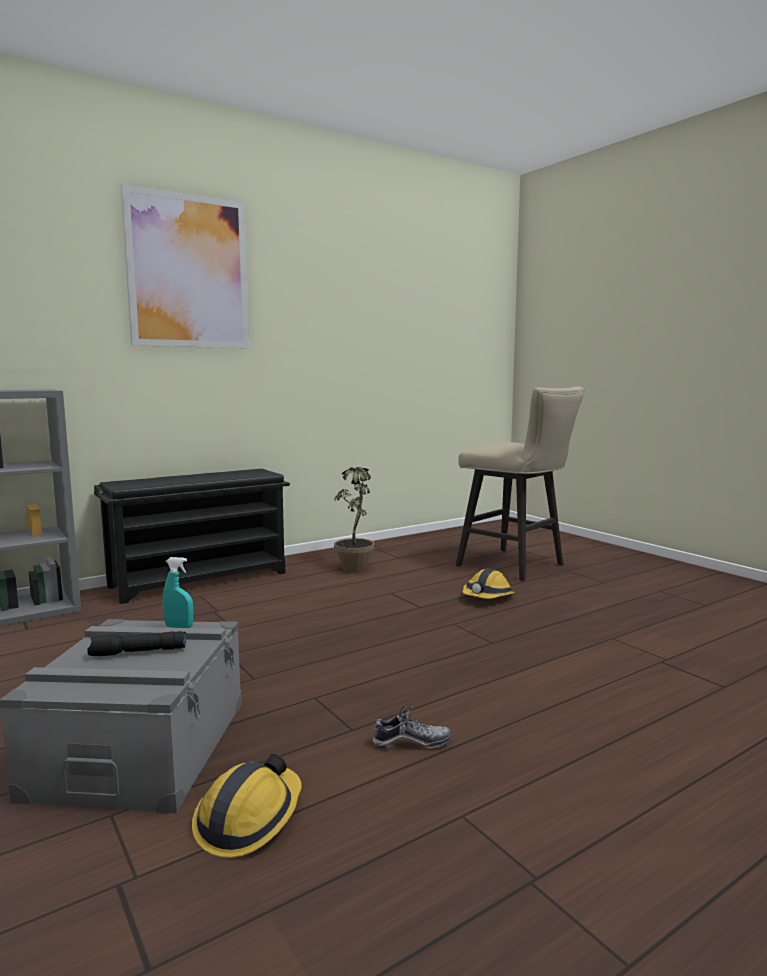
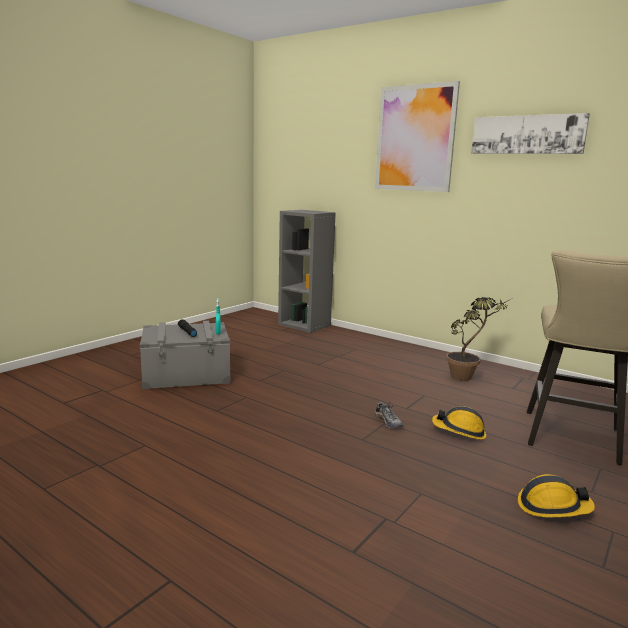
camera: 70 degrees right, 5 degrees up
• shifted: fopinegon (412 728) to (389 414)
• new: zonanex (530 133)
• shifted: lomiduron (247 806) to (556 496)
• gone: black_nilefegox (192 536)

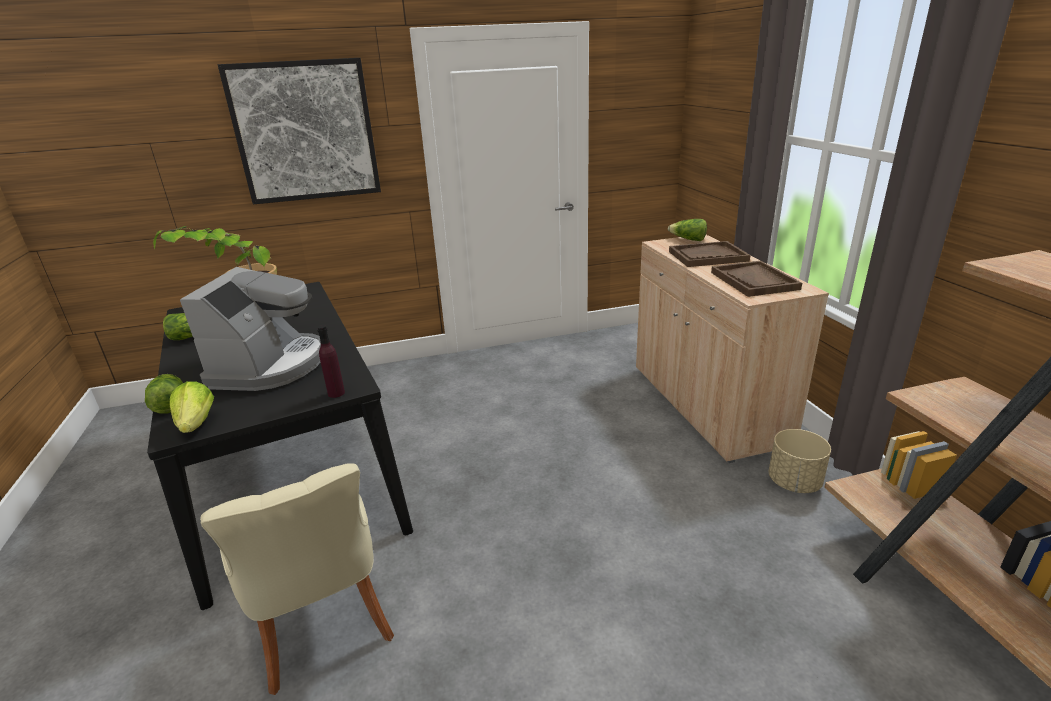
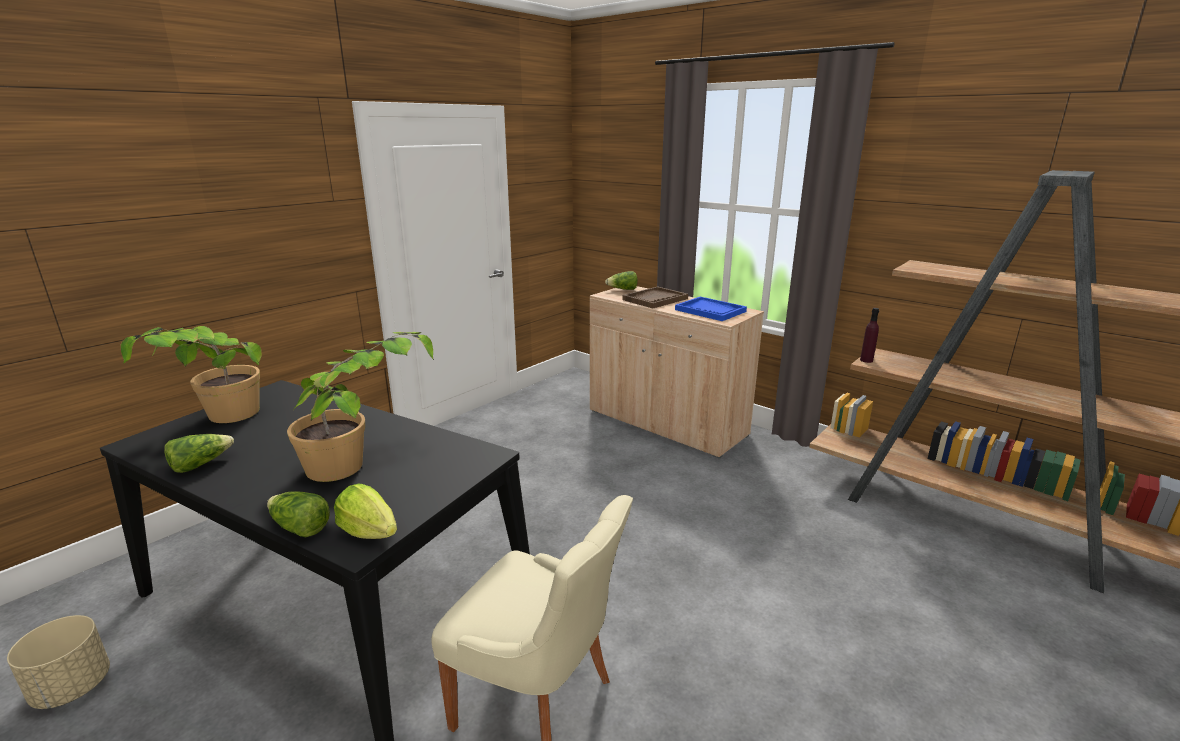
camera: 35 degrees left, 5 degrees down
• shifted: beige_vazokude (800 461) to (58 662)
• swapped: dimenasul (250 329) to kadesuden (360 407)
• repainted: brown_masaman (756 279) to blue_masaman (711 309)
• shifted: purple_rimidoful (331 361) to (869 335)
• gone: zonanex (299 131)

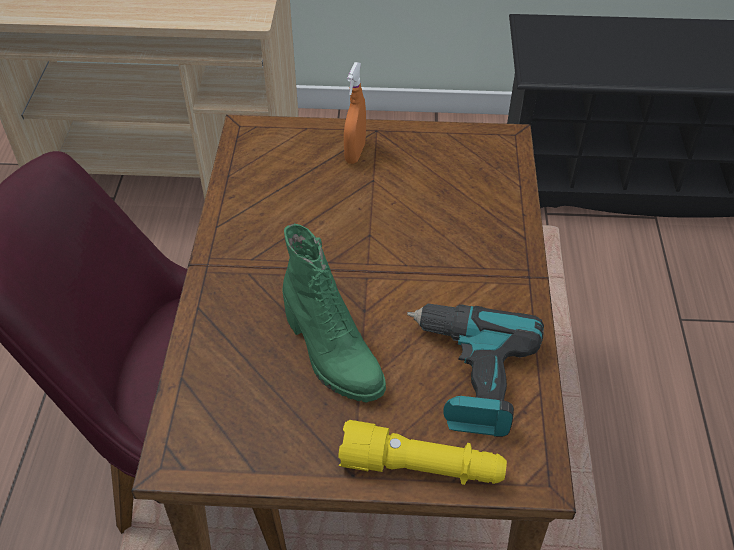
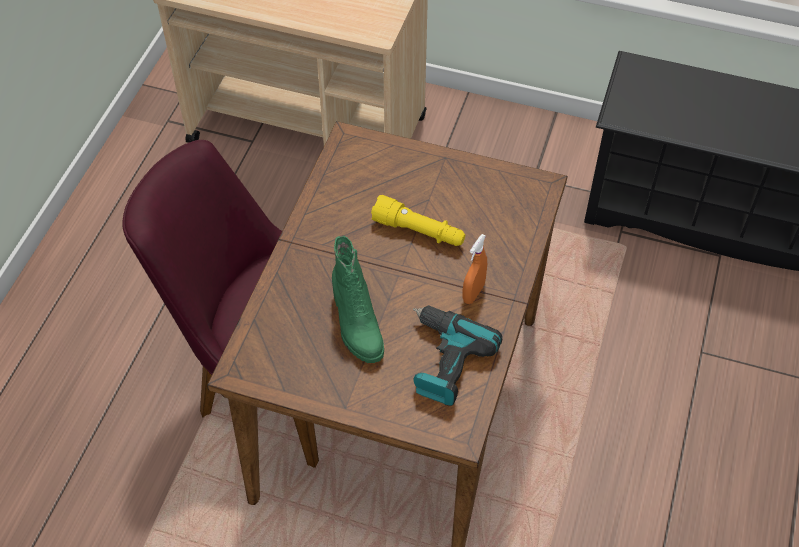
camera: 15 degrees right, 5 degrees up
• shifted: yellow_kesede (422 452) to (418 220)
• shifted: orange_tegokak (355 113) to (474 269)

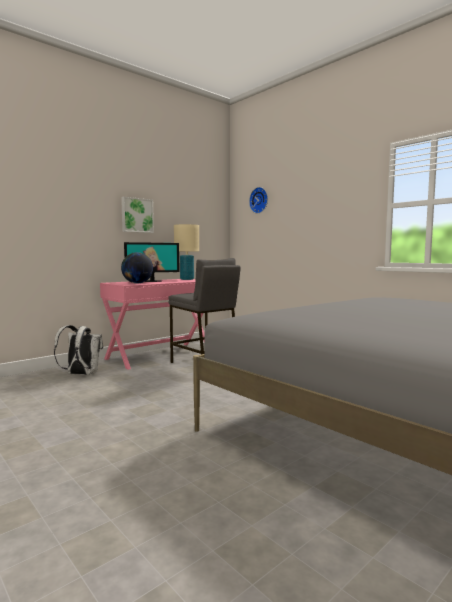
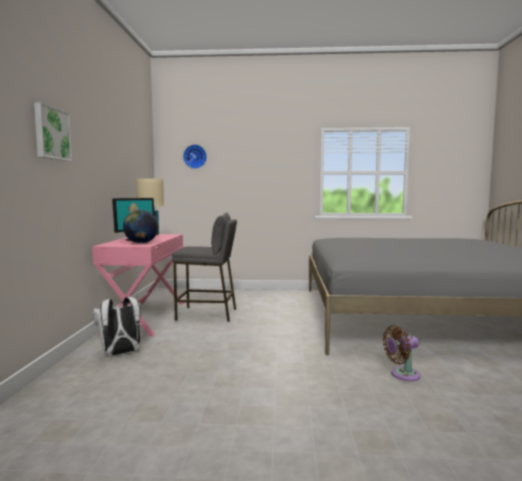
camera: 45 degrees left, 0 degrees up
• shifted: zonanex (137 215) to (53 131)
• new: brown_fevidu (402 353)

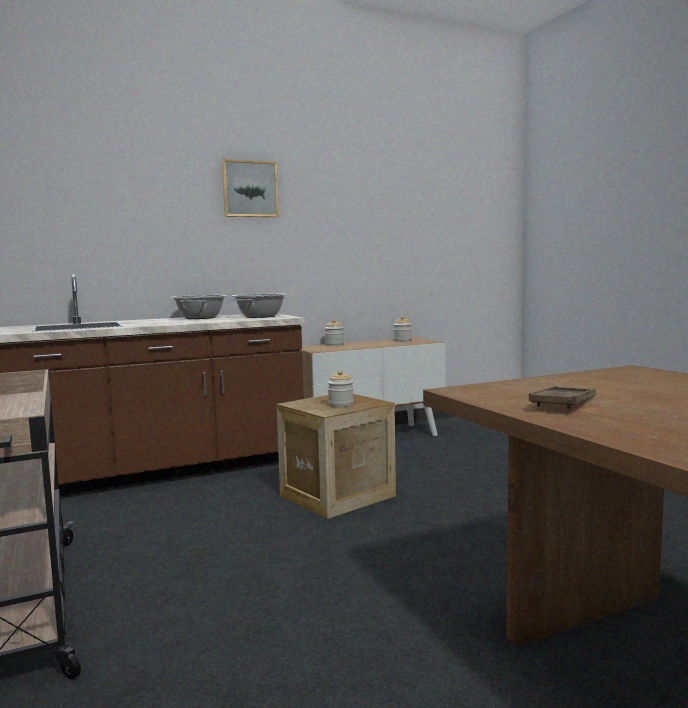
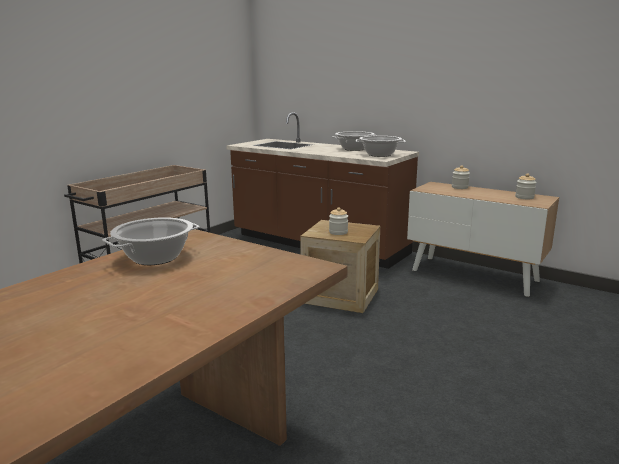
camera: 60 degrees right, 10 degrees up
• swapped: brown_masaman (562 397) to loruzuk (151 241)
• gone: zonanex (250 188)

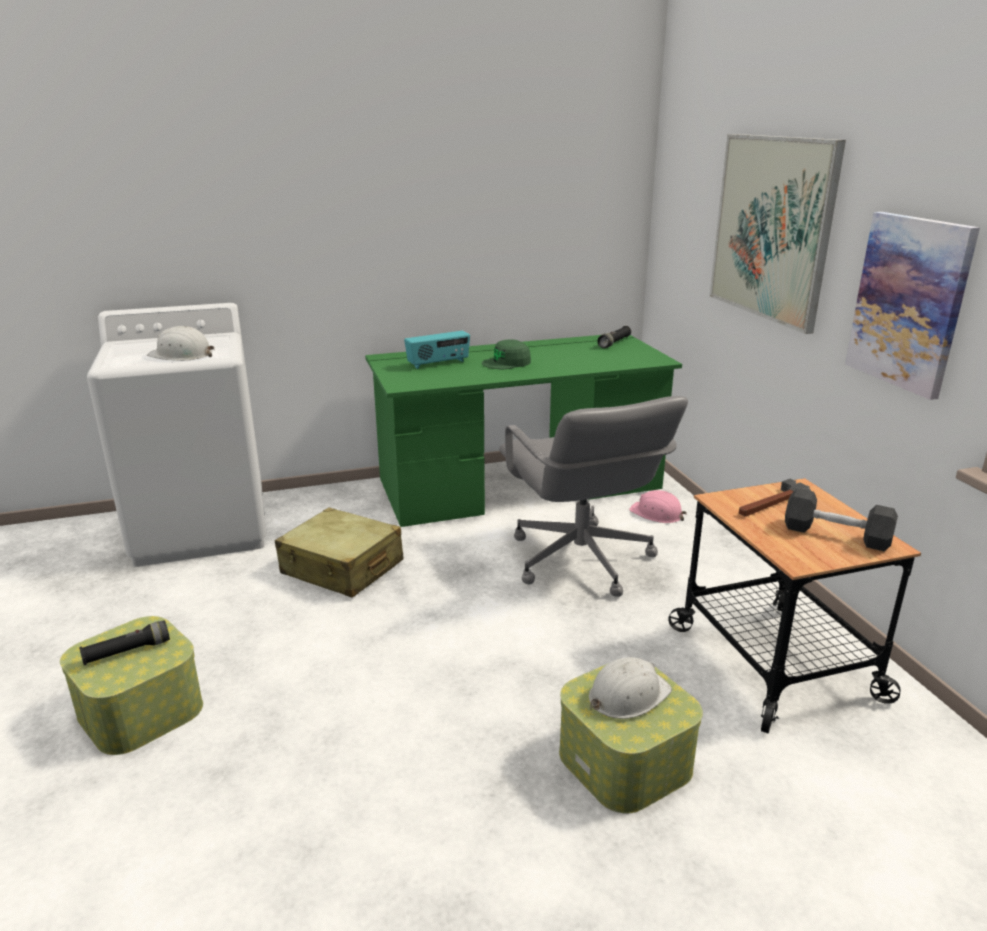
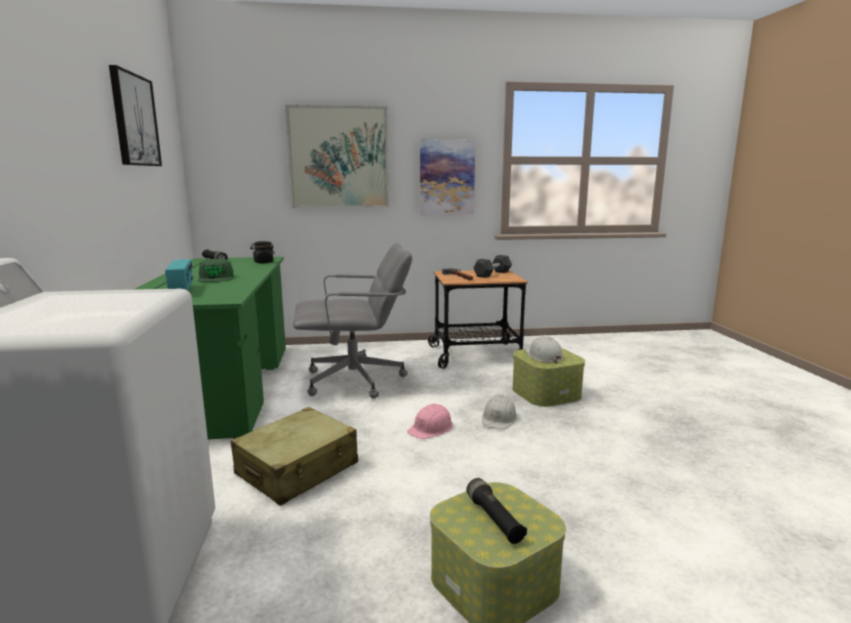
camera: 80 degrees left, 10 degrees down
• new: zonanex (135 115)
• new: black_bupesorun (262 252)
• shifted: pink_lomiduron (658 506) to (430 421)
• shifted: white_lomiduron (180 343) to (499 412)

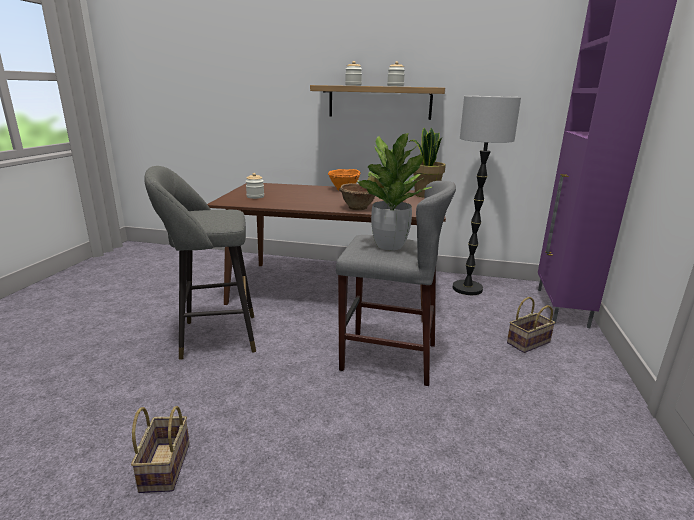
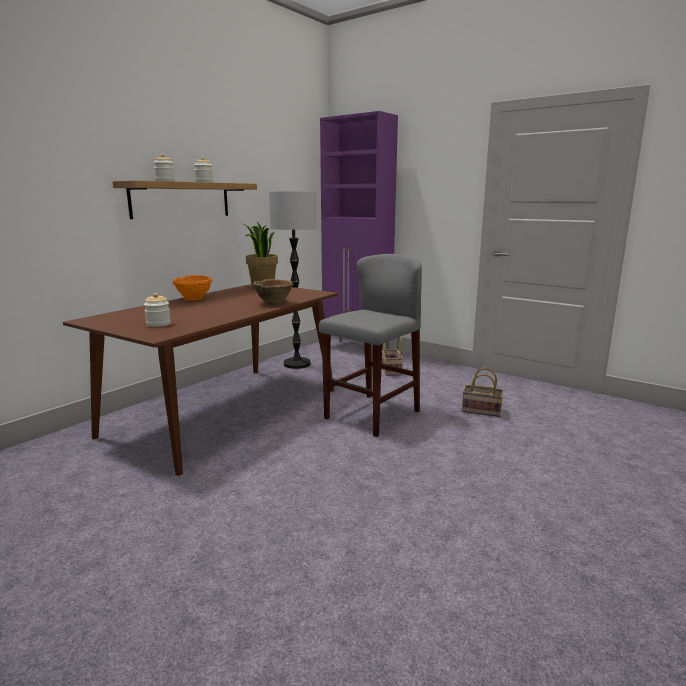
camera: 65 degrees left, 5 degrees down
• shifted: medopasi (160 449) to (483 392)
• gone: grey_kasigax (200 263)
• gone: kadesuden (394 191)

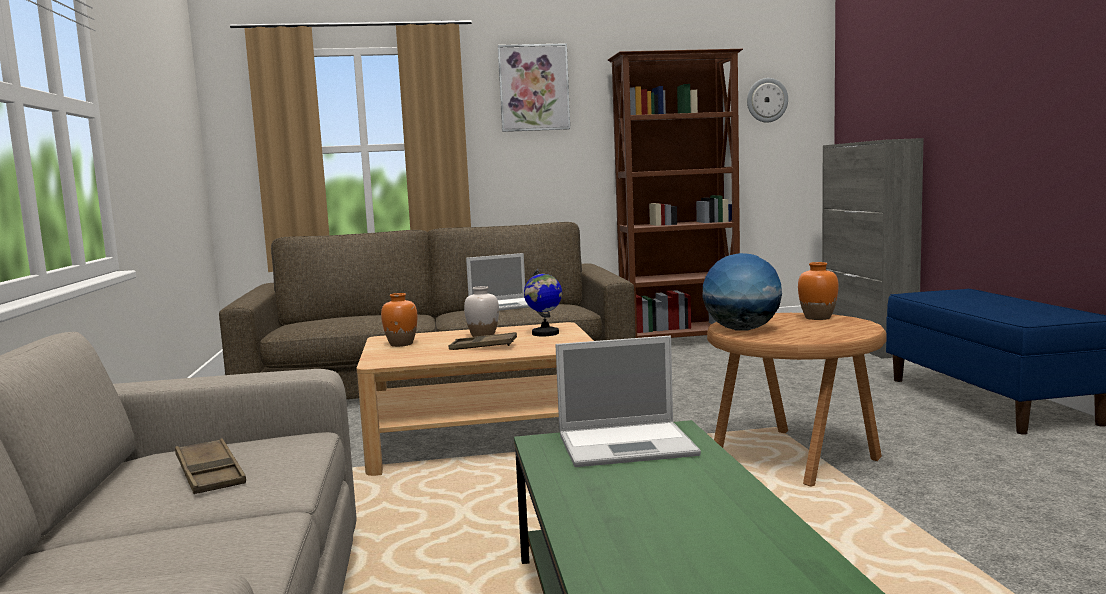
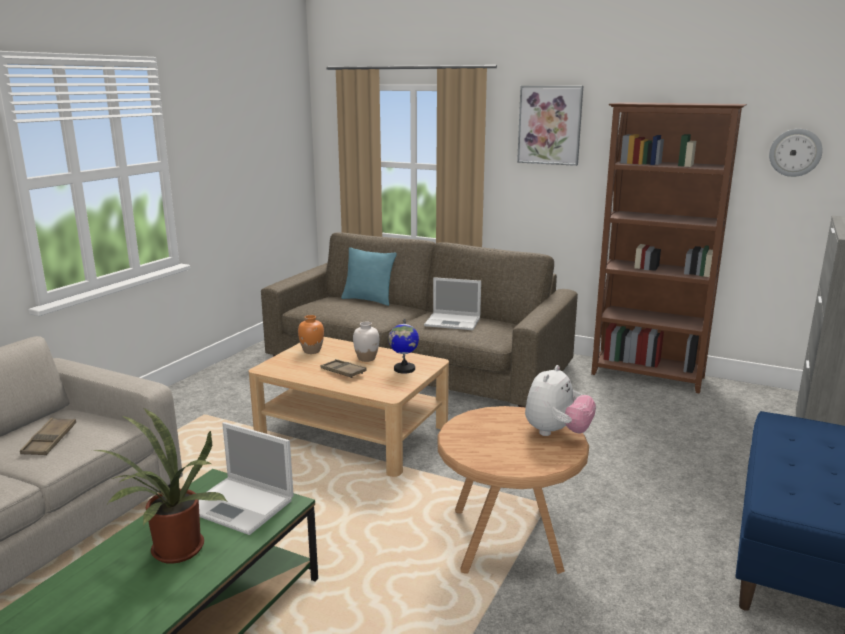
camera: 35 degrees right, 10 degrees up
• new: kadesuden (161 486)
• new: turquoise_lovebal (369 276)
• swapped: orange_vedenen (818 291) to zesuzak (560 400)
• gone: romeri (742 292)

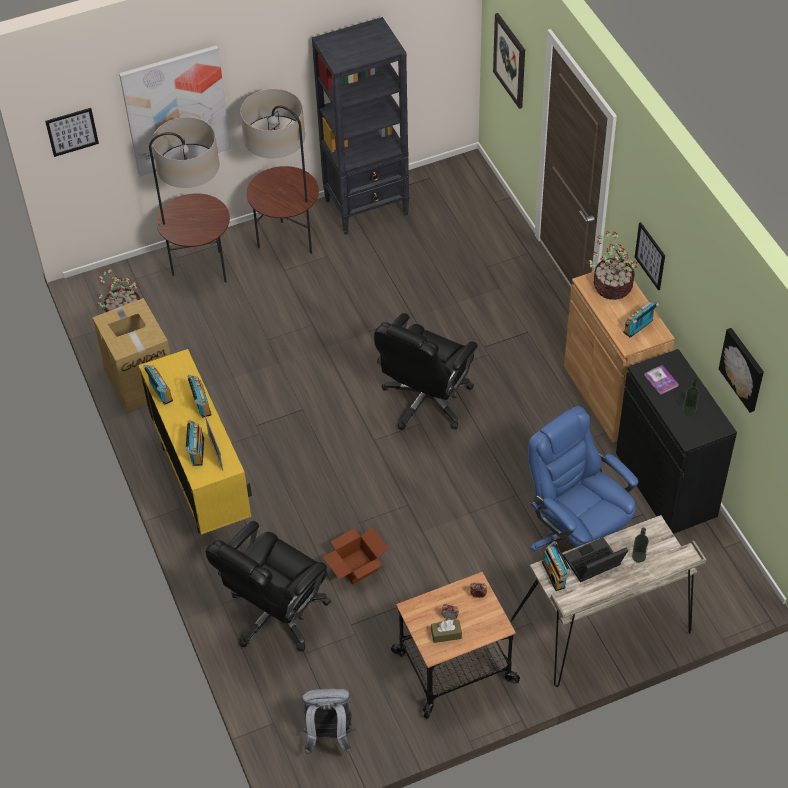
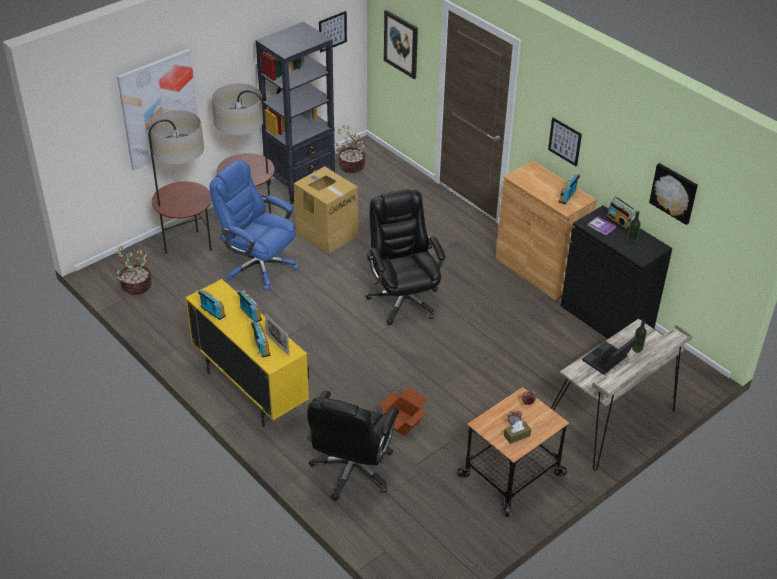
camera: 20 degrees left, 10 degrees down
• shifted: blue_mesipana (583 479) to (254 225)
• shifted: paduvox (131 355) to (326 209)
• shifted: zonanex (72 132) to (333 32)
• shifted: kadesuden (611 265) to (350 149)
• rotated: black_mesipana (426 371) = (406 257) 150 degrees clockwise
• shifted: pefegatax (556 566) to (621 213)
• gone: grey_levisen (328 722)

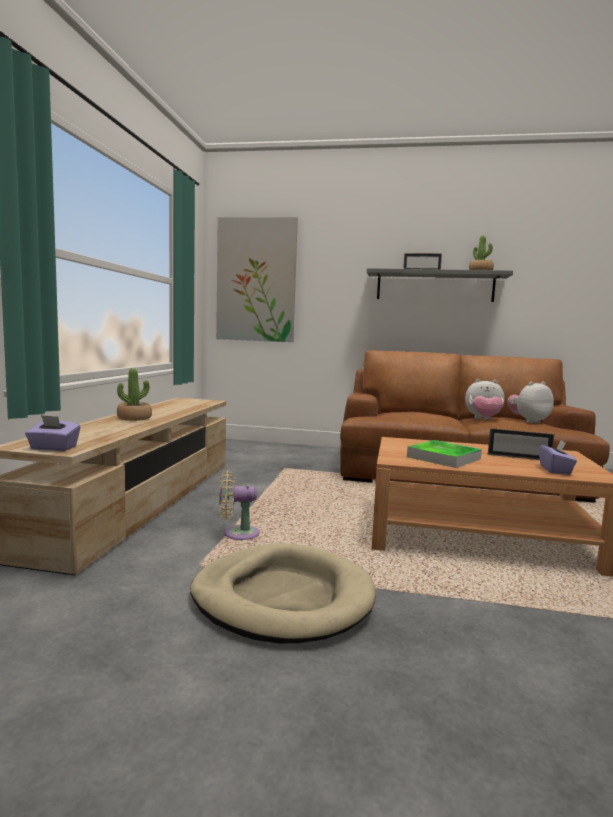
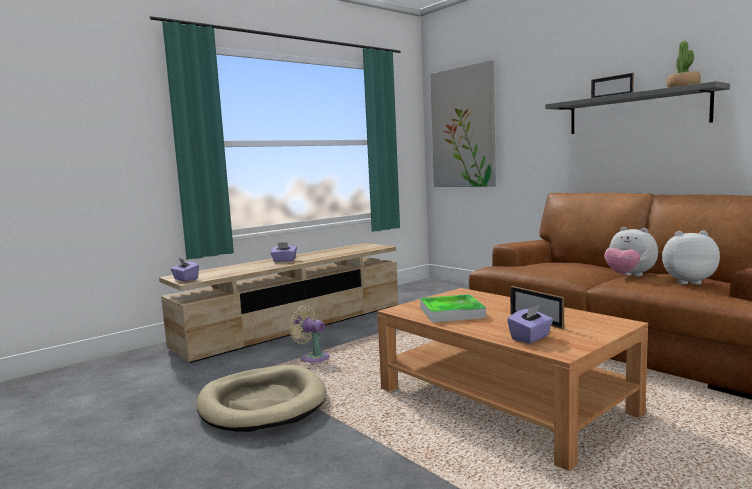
camera: 40 degrees right, 0 degrees up
• swapped: kadesuden (134 394) to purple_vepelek (283 252)

